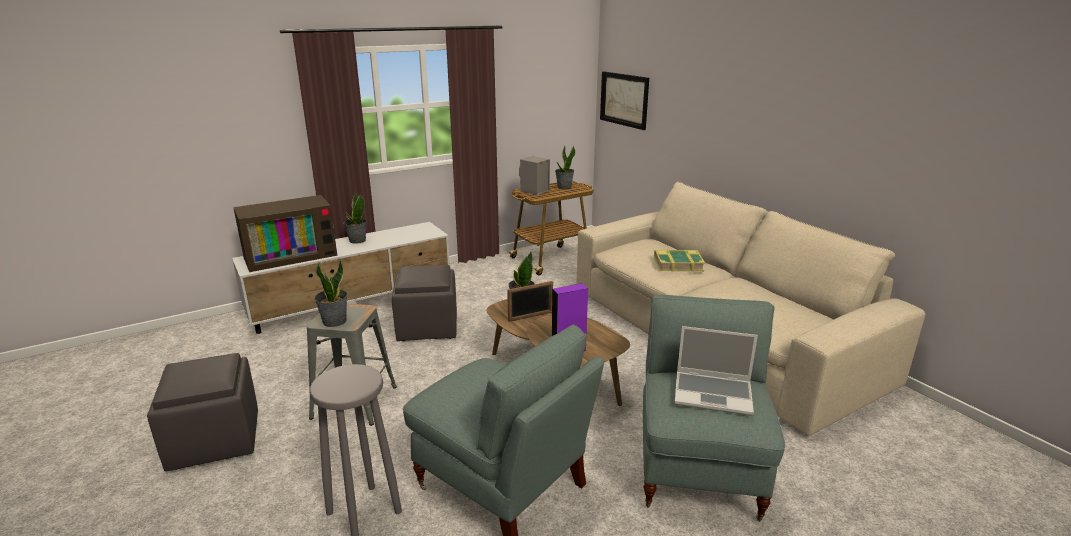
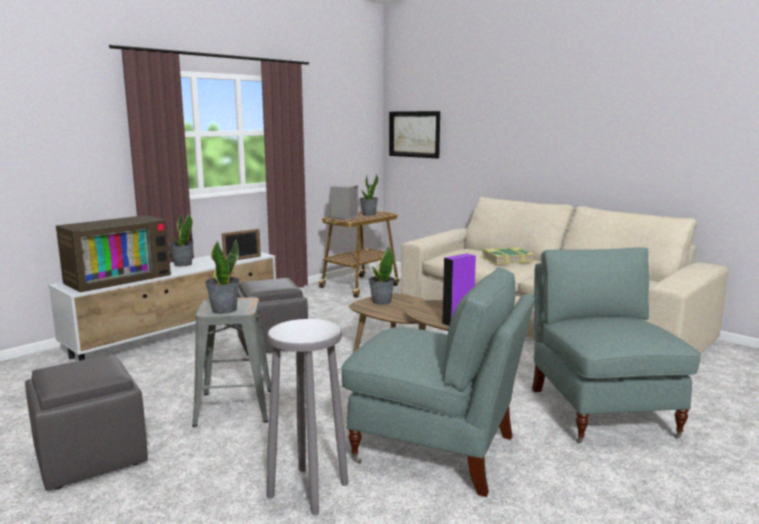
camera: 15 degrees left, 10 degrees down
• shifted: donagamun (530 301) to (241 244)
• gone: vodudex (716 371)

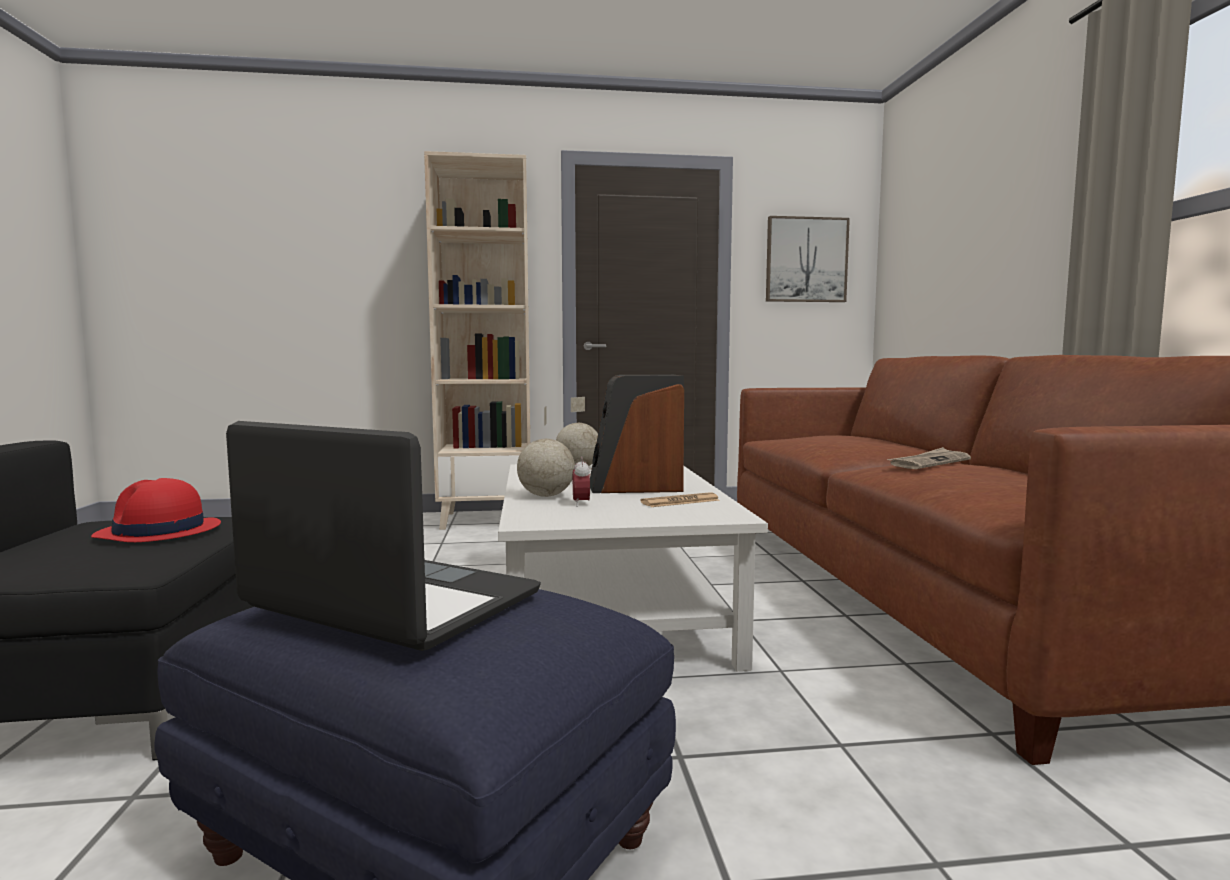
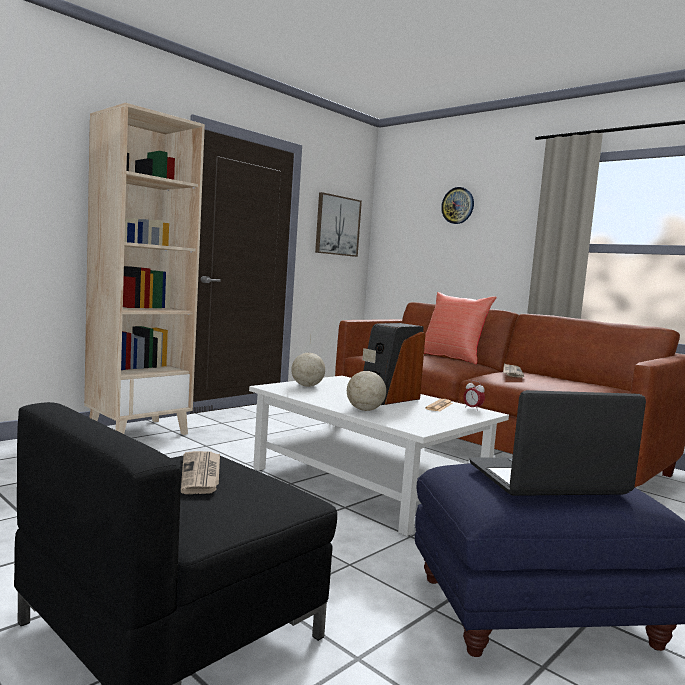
camera: 40 degrees left, 0 degrees up
• swapped: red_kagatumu (156 510) to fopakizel (200 472)
• new: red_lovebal (460 328)
• new: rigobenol (457 205)
• shifted: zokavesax (581 482) to (474 395)

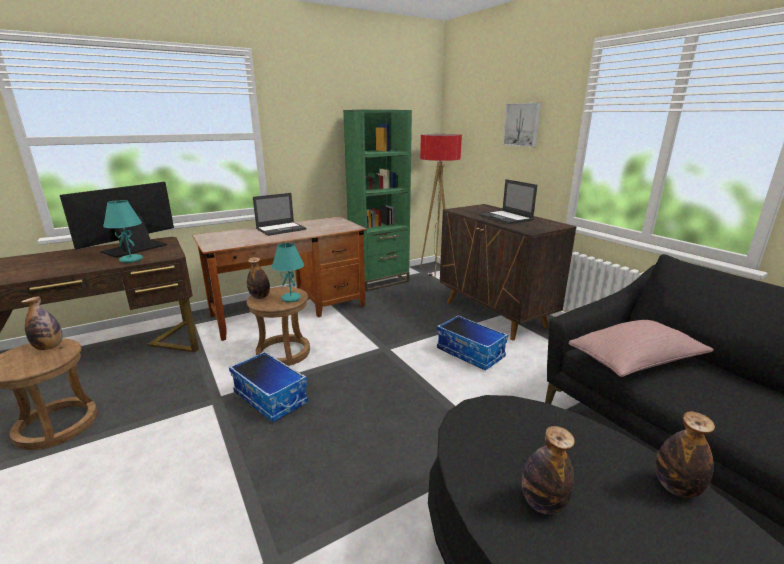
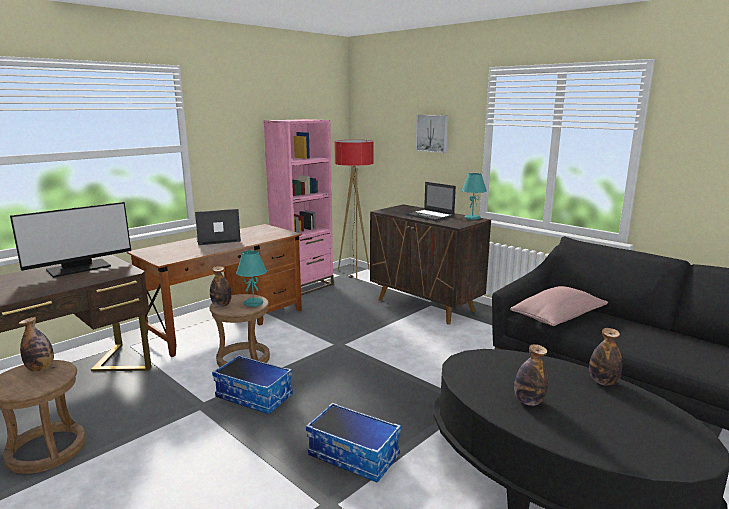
camera: 15 degrees left, 5 degrees down
• rotated: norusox (117 220) = (70 240) 150 degrees counterclockwise
• rotated: vodudex (279 214) = (218 227) 150 degrees counterclockwise
• repainted: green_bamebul (377 200) to pink_bamebul (299 207)
• shifted: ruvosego (472 342) to (353 443)
• shifted: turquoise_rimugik (123 231) to (474 196)

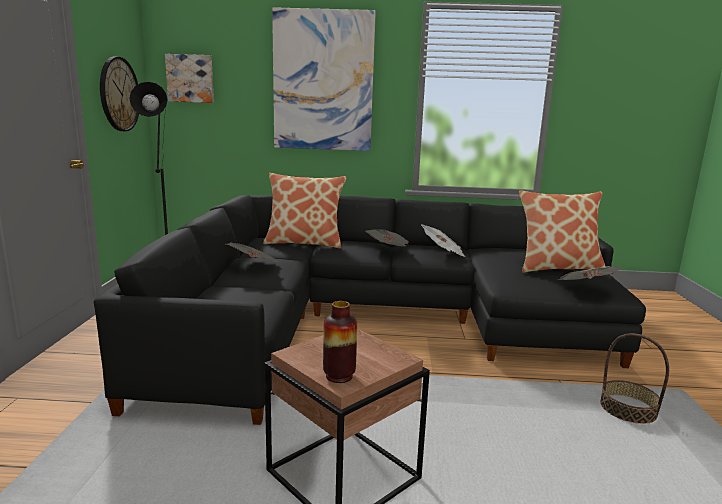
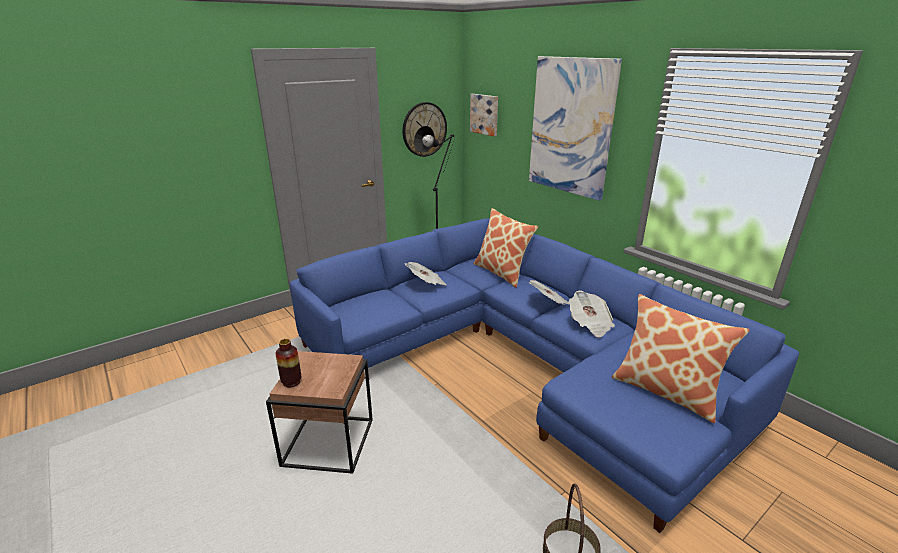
camera: 50 degrees right, 10 degrees up
• repainted: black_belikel (369 310) to blue_belikel (544 375)
• gone: fopakizel (589 273)

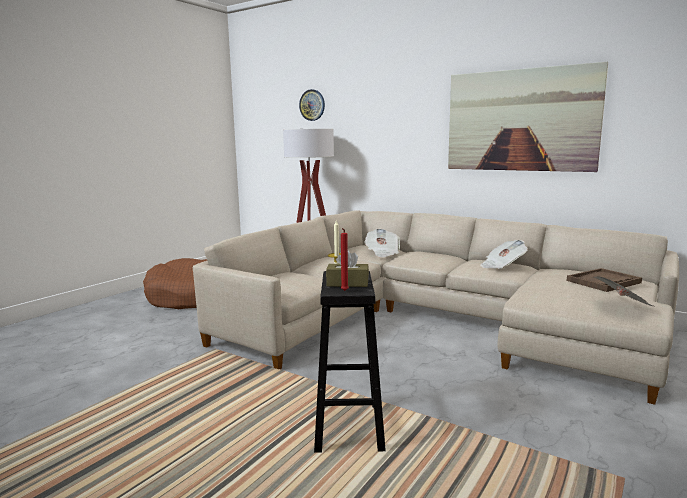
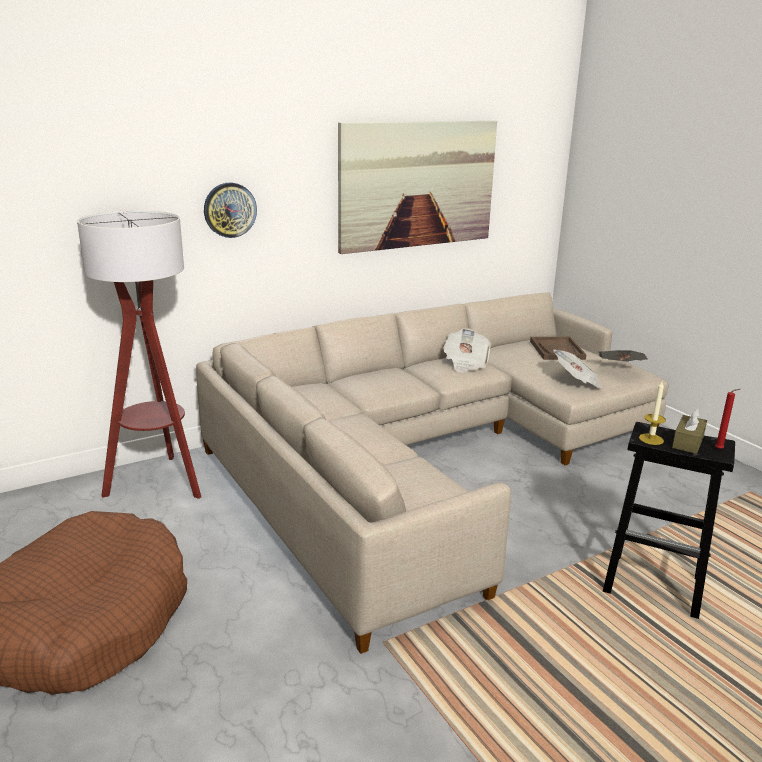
camera: 65 degrees left, 10 degrees up
• shifted: rigobenol (312 105) to (230 210)
• shifted: fopakizel (382 242) to (578 369)

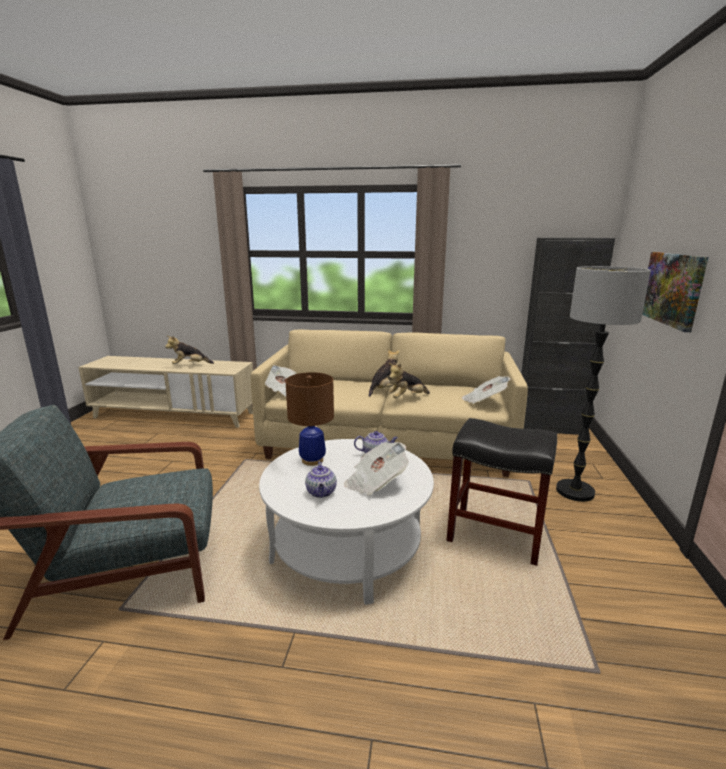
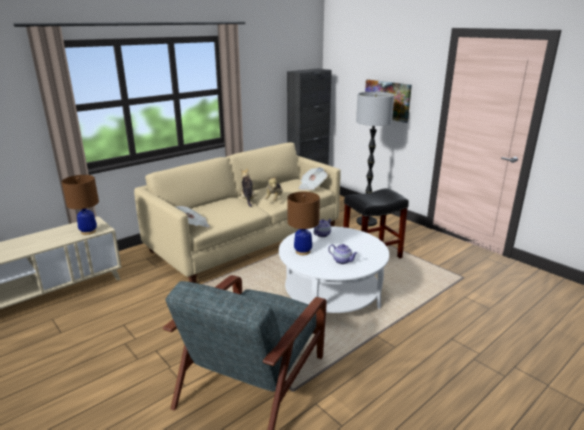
camera: 50 degrees left, 5 degrees up
• new: brown_rimugik (80 205)
• gone: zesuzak (189 350)
• gone: fopakizel (376 469)

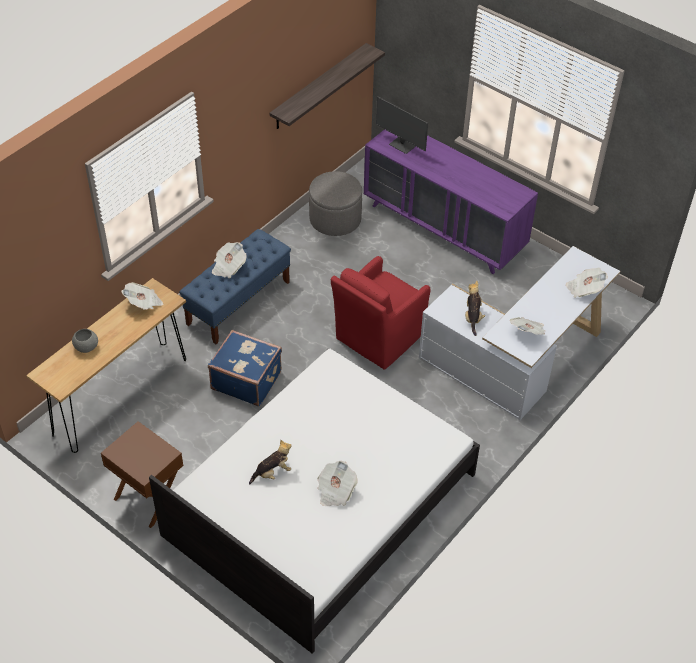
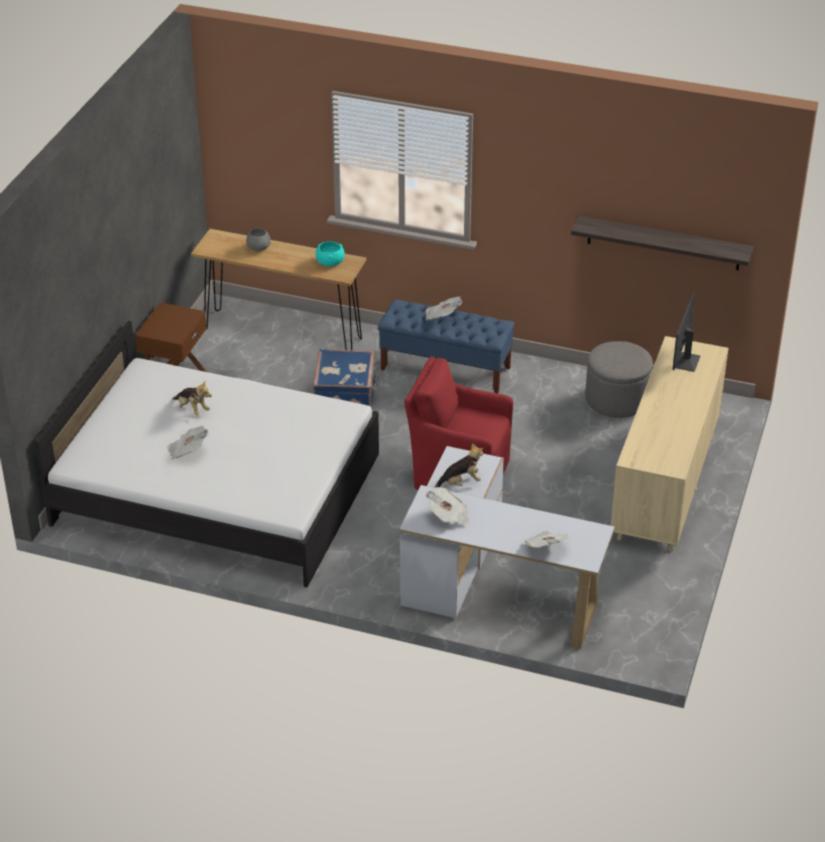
camera: 70 degrees right, 10 degrees down
• swapped: fopakizel (142 296) to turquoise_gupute (330 253)
• repainted: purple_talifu (451 201) to beige_talifu (670 444)

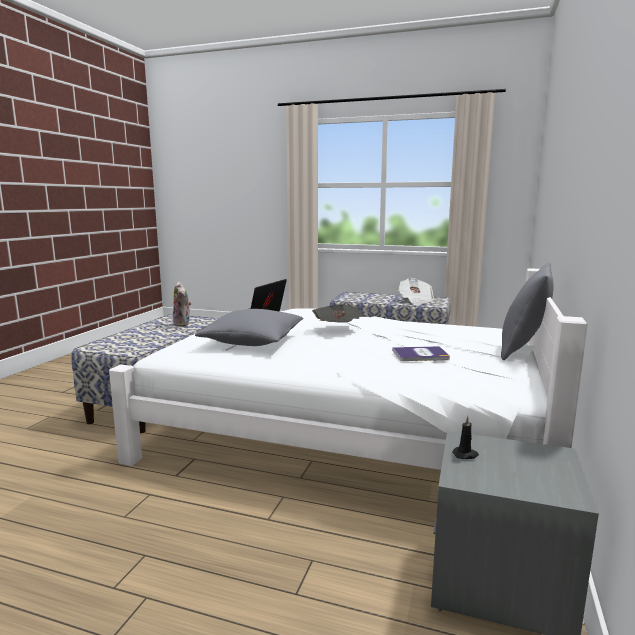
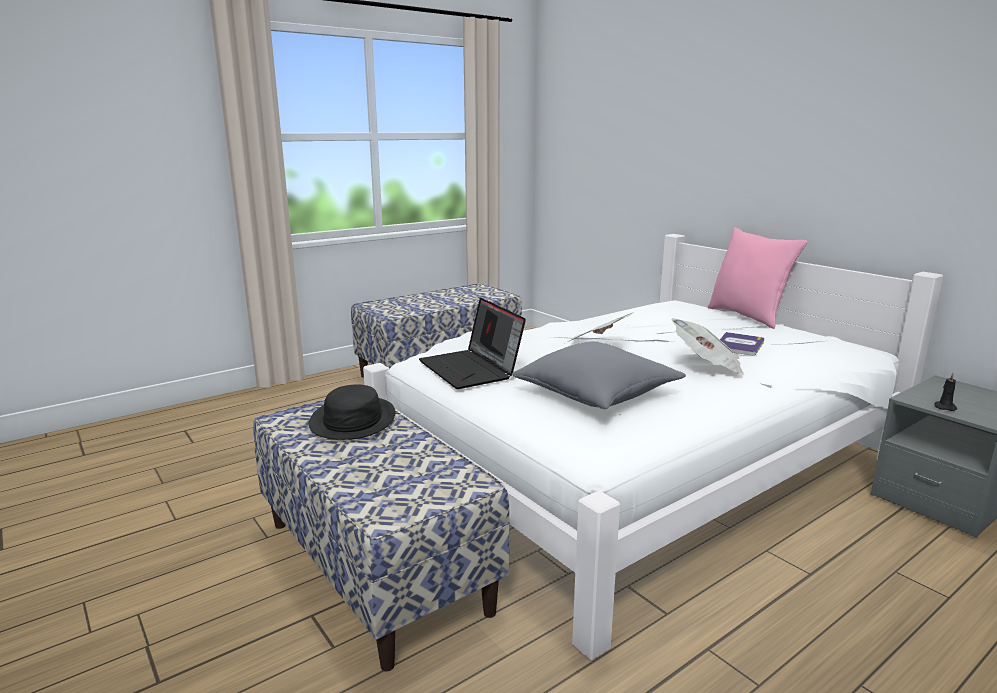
camera: 55 degrees left, 5 degrees up
• swapped: zesuzak (182 303) to black_kagatumu (352 412)
• shifted: fopakizel (416 291) to (708 346)
• repainted: grey_lovebal (527 311) to pink_lovebal (757 278)

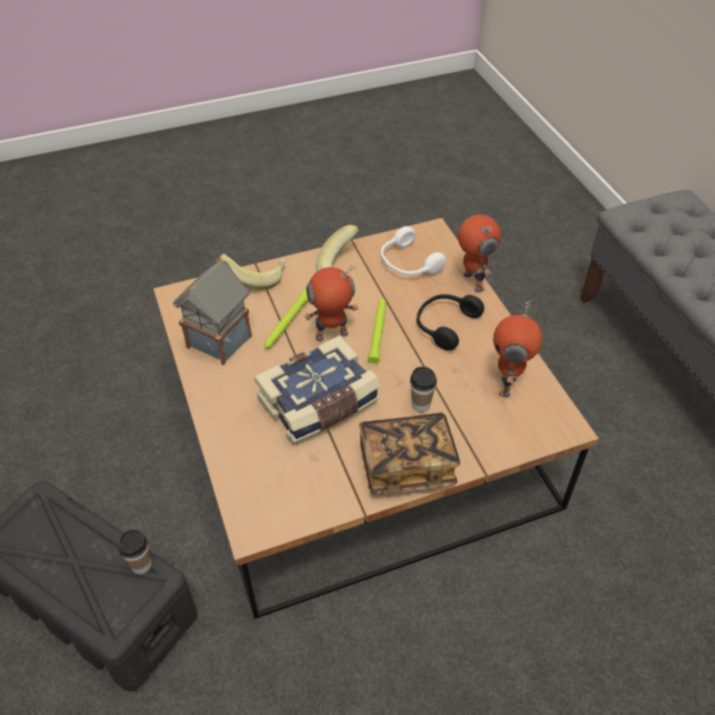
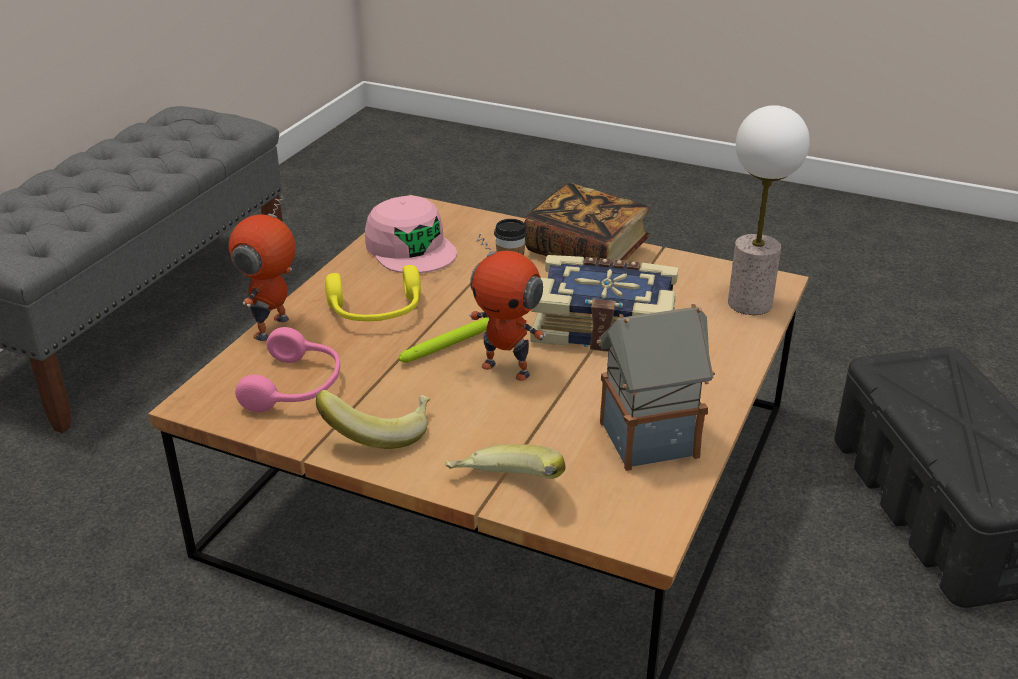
camera: 135 degrees left, 15 degrees down
• repainted: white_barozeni (413 250) to pink_barozeni (287 369)
• repainted: black_barozeni (450 322) to yellow_barozeni (373 293)
• swapped: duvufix (517 349) to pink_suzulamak (411 234)
• new: rimugik (769 210)
• gone: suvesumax (135 551)
• gone: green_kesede (286 319)

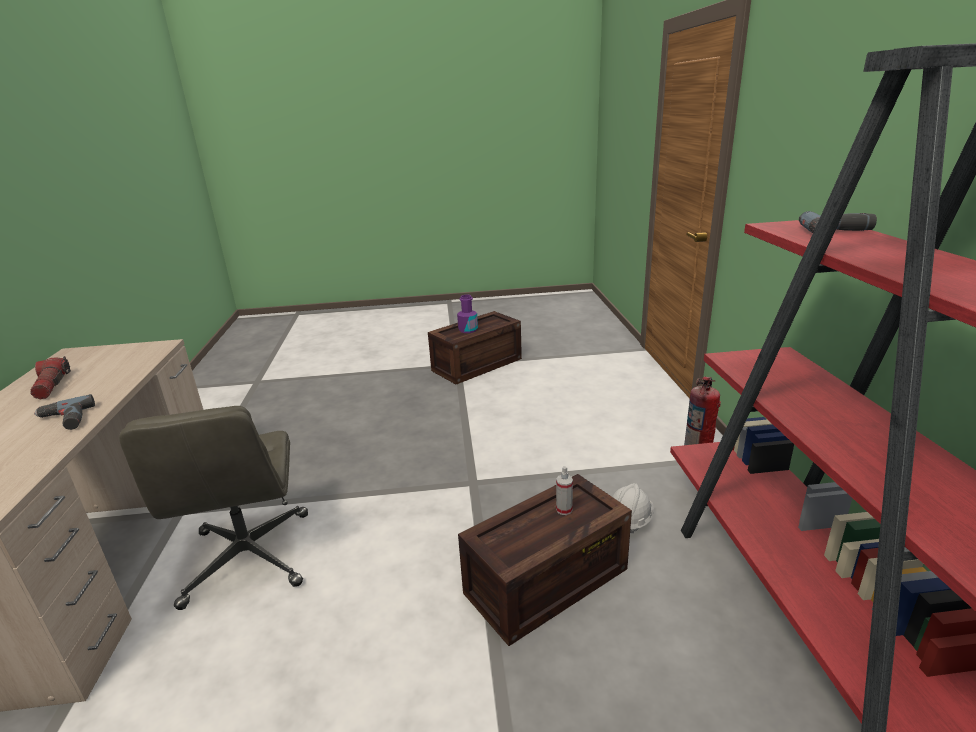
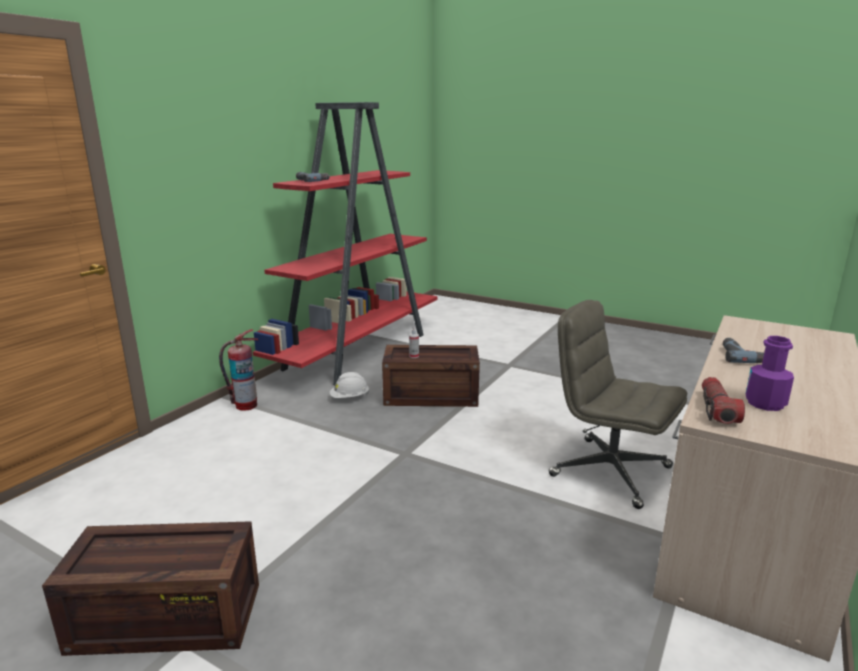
camera: 145 degrees left, 5 degrees down
• rotated: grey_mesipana (213 508) = (618 404) 75 degrees counterclockwise
• shifted: kesede (50 377) to (723 400)
• shifted: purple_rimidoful (467 314) to (770 373)

